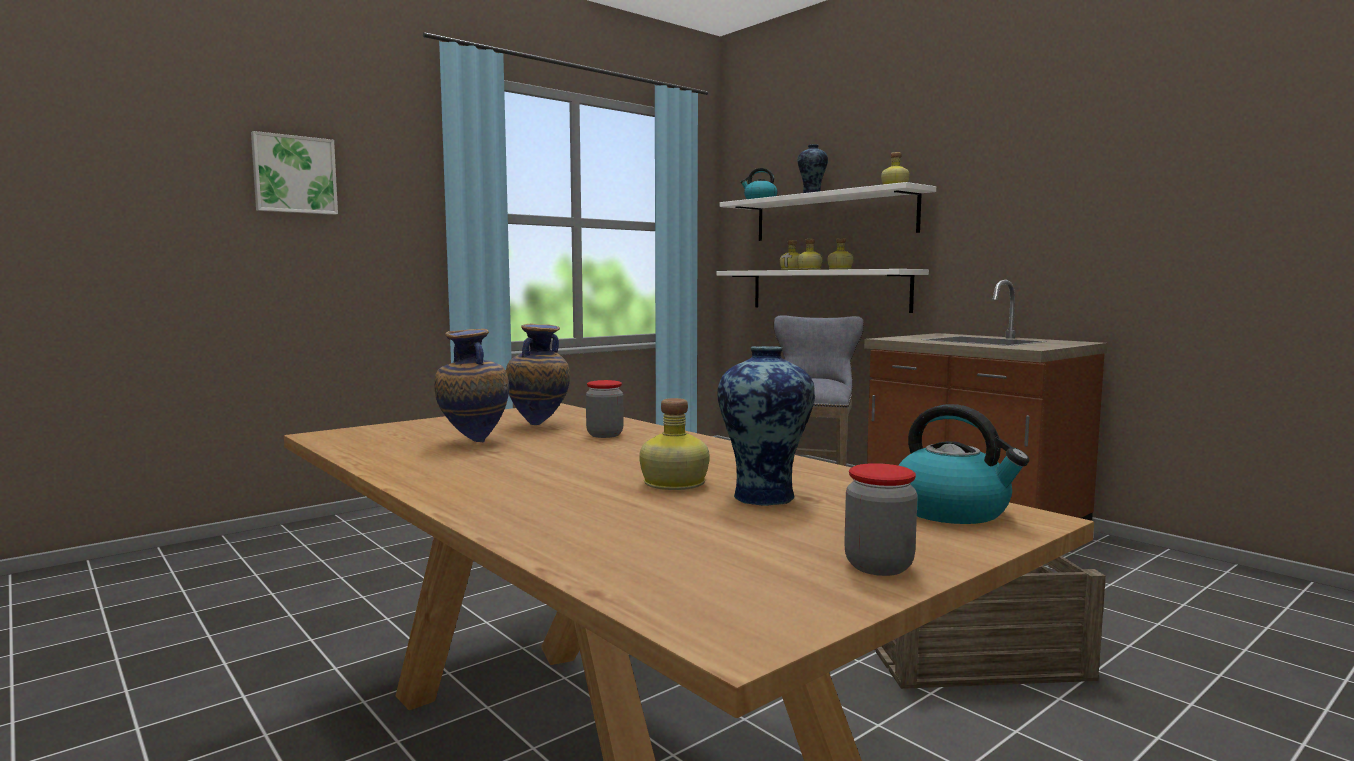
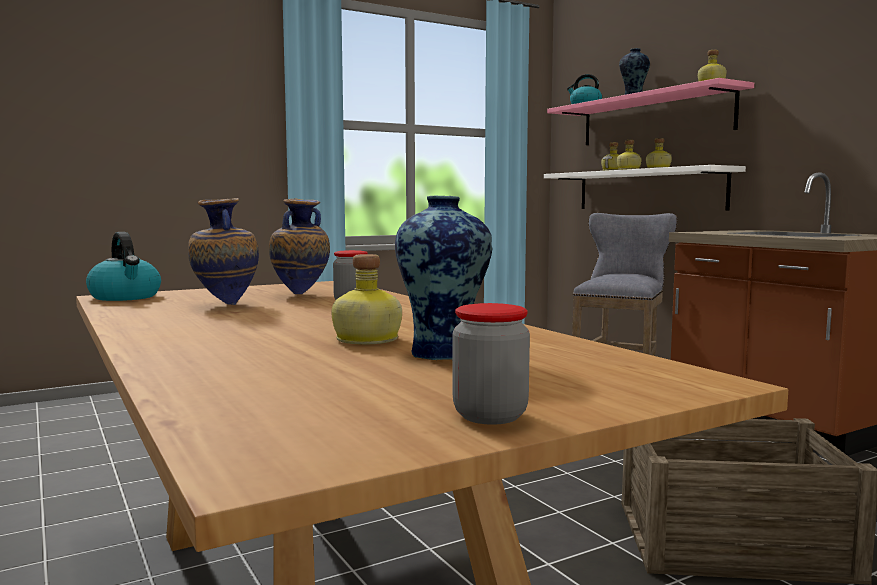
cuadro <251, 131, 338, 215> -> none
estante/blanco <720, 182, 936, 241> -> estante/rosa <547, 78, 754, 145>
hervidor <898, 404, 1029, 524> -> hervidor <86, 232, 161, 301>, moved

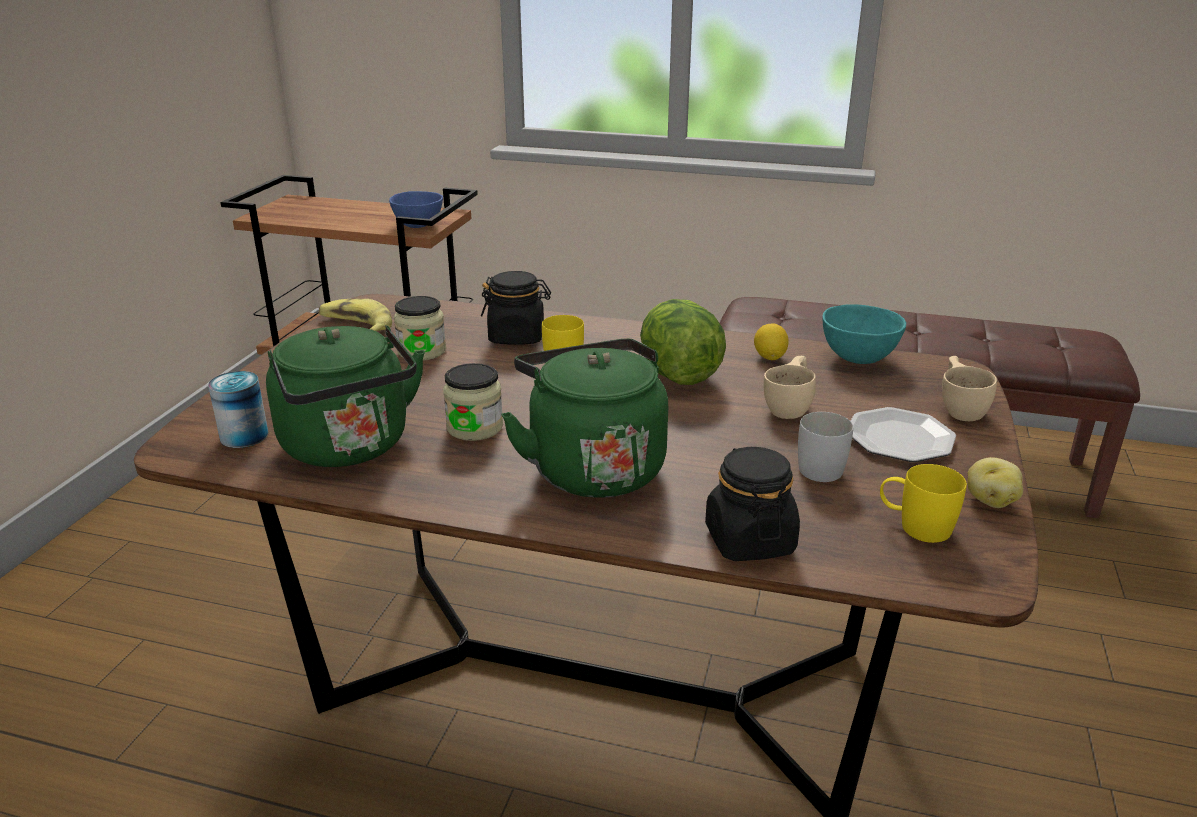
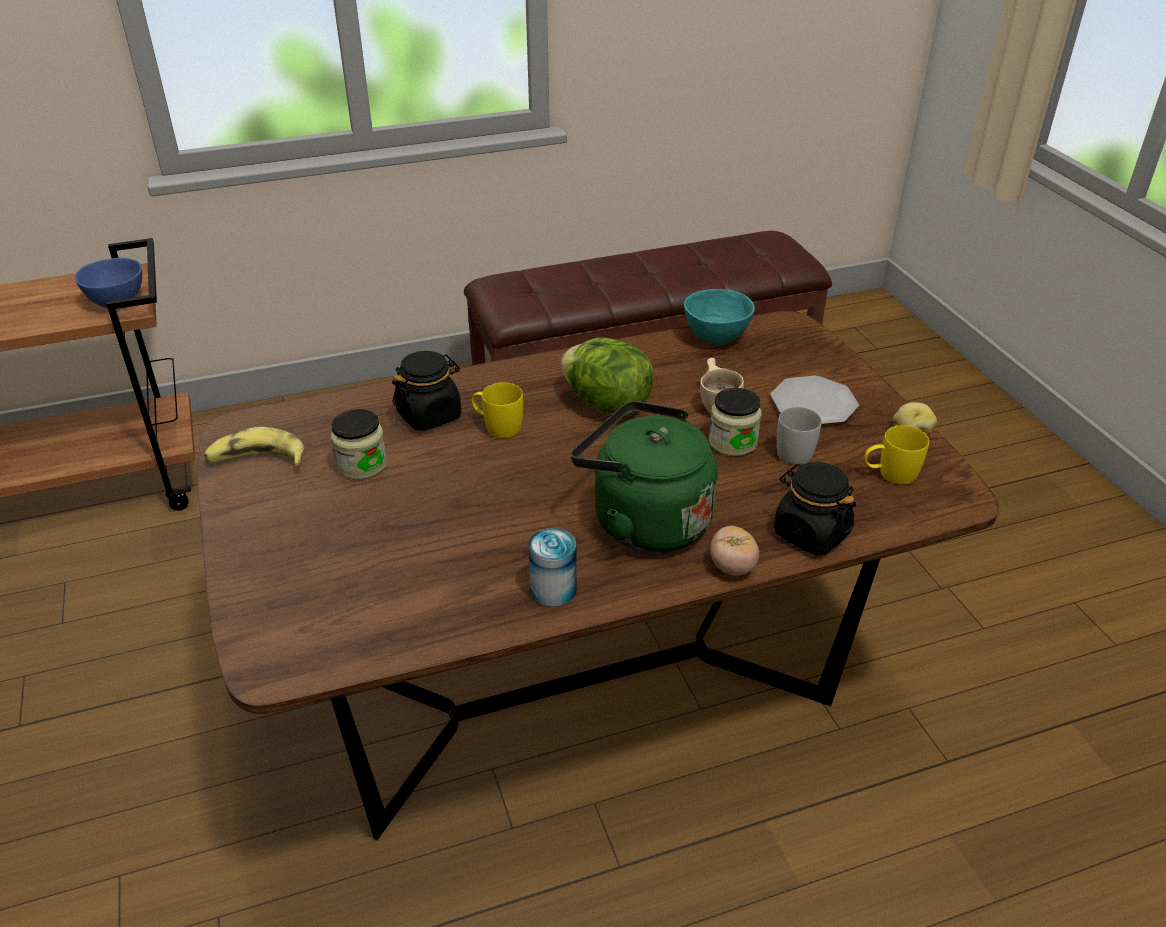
limón <754, 324, 789, 360> -> none
hervidor/verde <266, 325, 425, 467> -> none
taza/beis <942, 356, 997, 421> -> none
tarro <443, 363, 503, 441> -> tarro <709, 388, 762, 456>, moved
lata <208, 371, 268, 448> -> lata <528, 528, 577, 607>, moved
none -> tomate <710, 526, 759, 576>

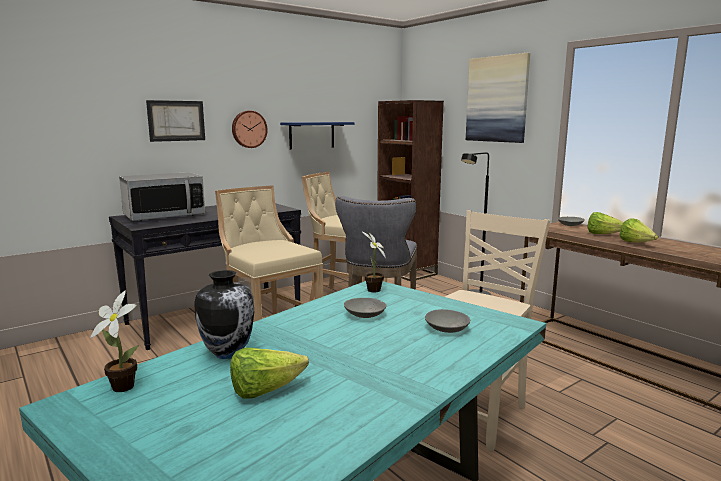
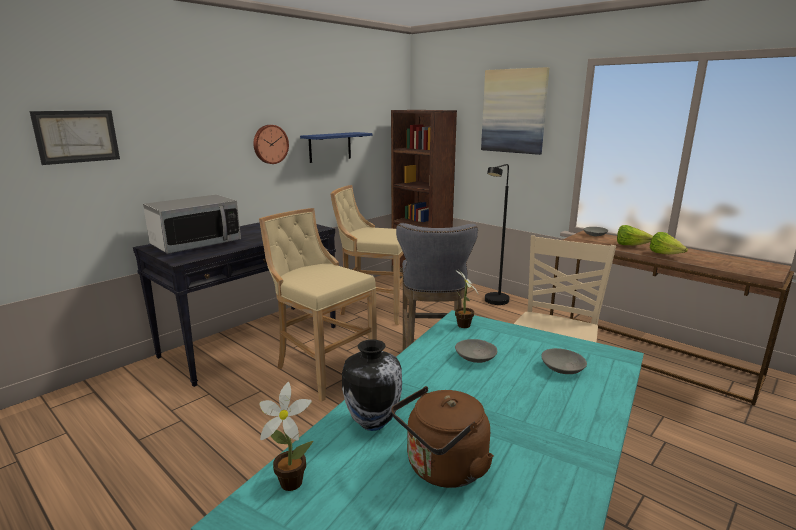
cuadro <146, 100, 205, 142> -> cuadro <29, 110, 120, 165>, moved
lechuga <230, 348, 309, 398> -> hervidor/marrón <391, 386, 494, 488>

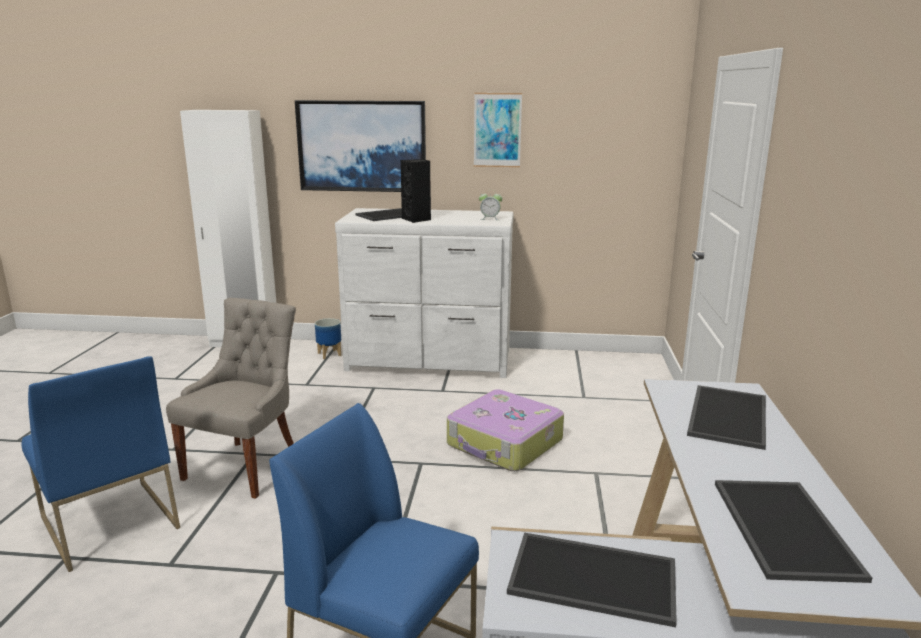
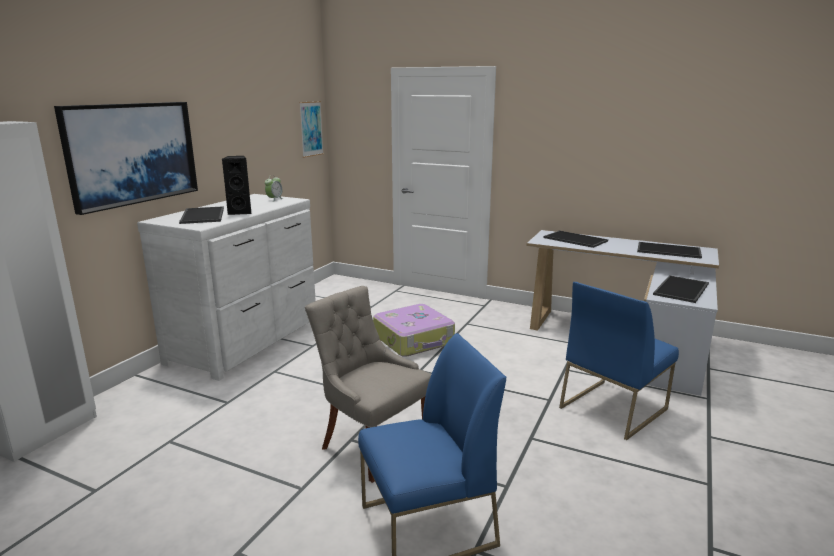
cuadro <474, 93, 522, 167> -> cuadro <299, 101, 324, 158>, moved
maceta <315, 318, 341, 359> -> none

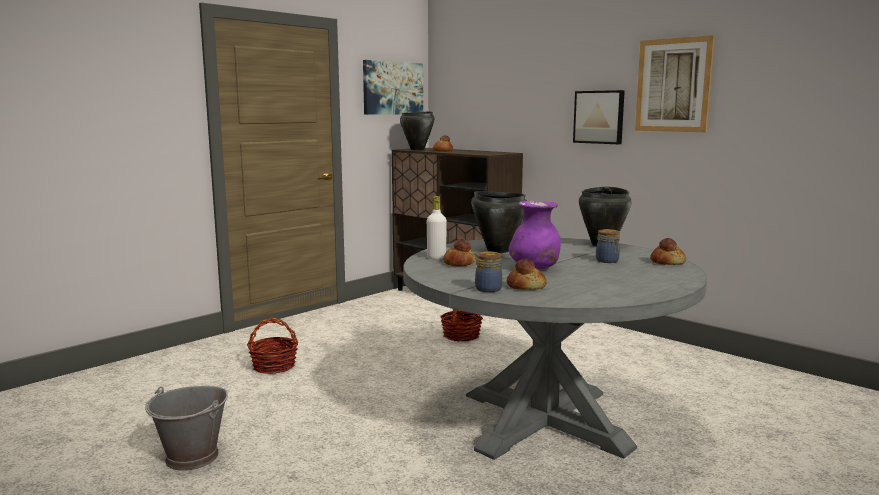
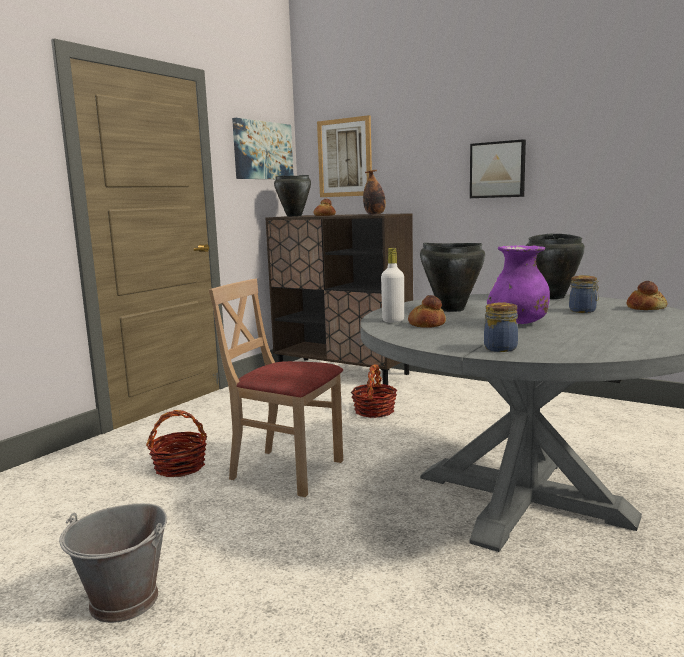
cuadro <635, 35, 715, 132> -> cuadro <317, 115, 372, 197>, moved
pan <507, 258, 546, 290> -> none
none -> botella <363, 170, 386, 215>
none -> silla/beis <209, 279, 343, 497>

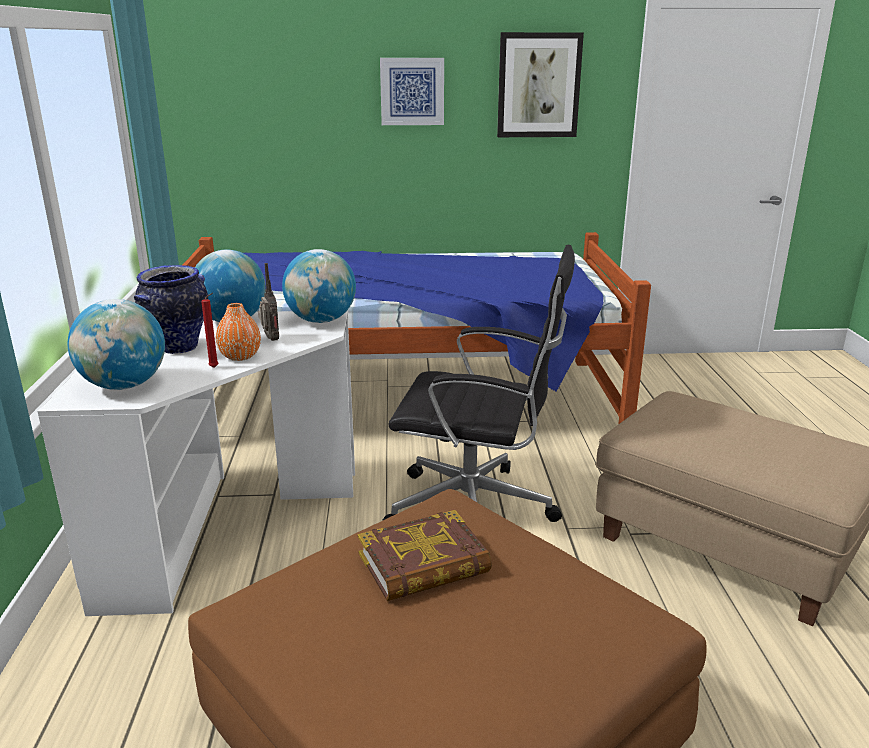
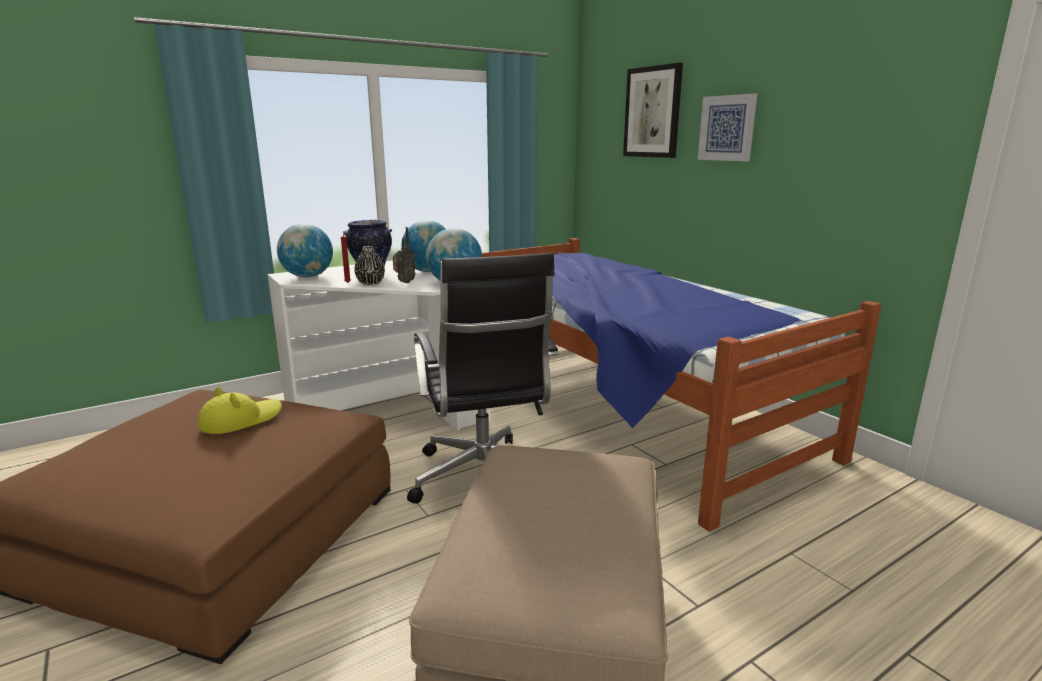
cuadro <497, 32, 584, 137> -> cuadro <623, 63, 683, 158>, moved
florero/naranja <216, 303, 261, 361> -> florero/negro <354, 246, 385, 285>
libro <358, 510, 492, 601> -> sombrero/amarillo <198, 387, 282, 434>

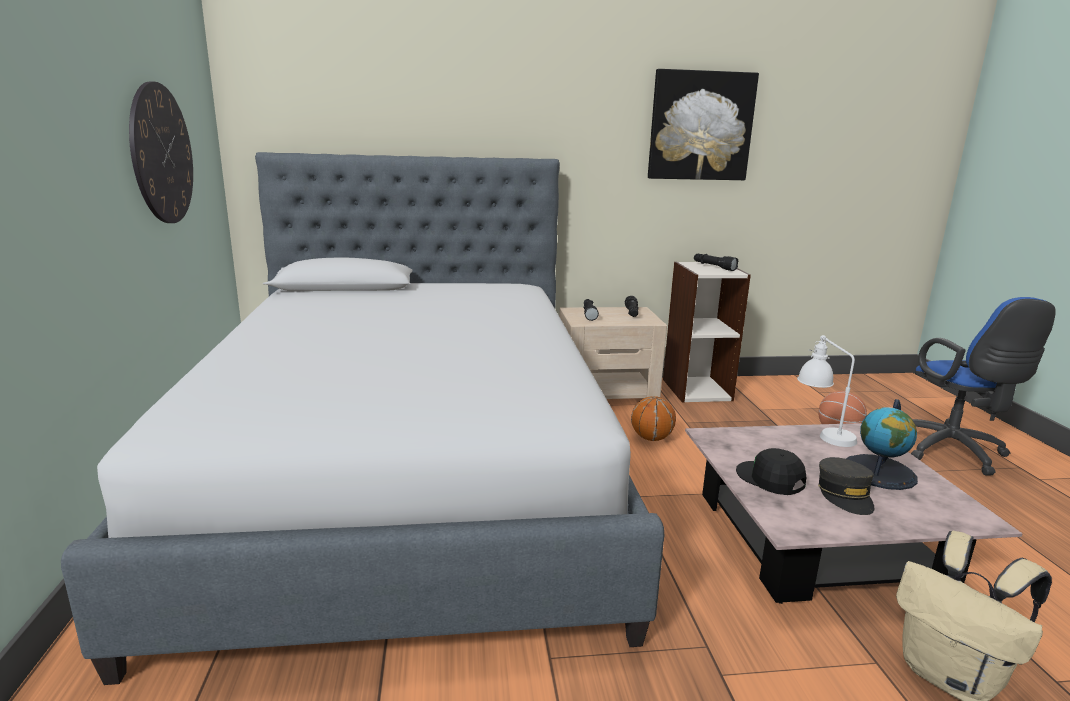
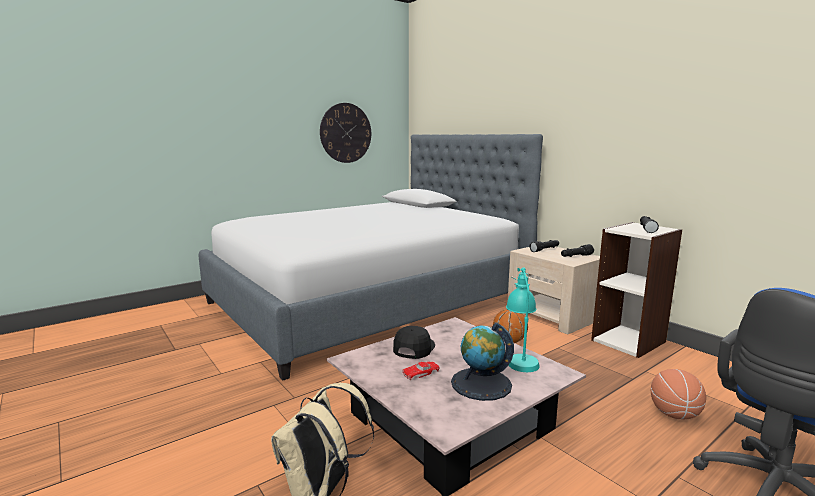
cuadro <648, 69, 759, 180> -> none
lámpara de mesa/blanco <797, 335, 857, 447> -> lámpara de mesa/turquesa <506, 267, 540, 372>
gorra/gris <818, 457, 875, 515> -> coche de juguete/rojo <402, 362, 440, 380>

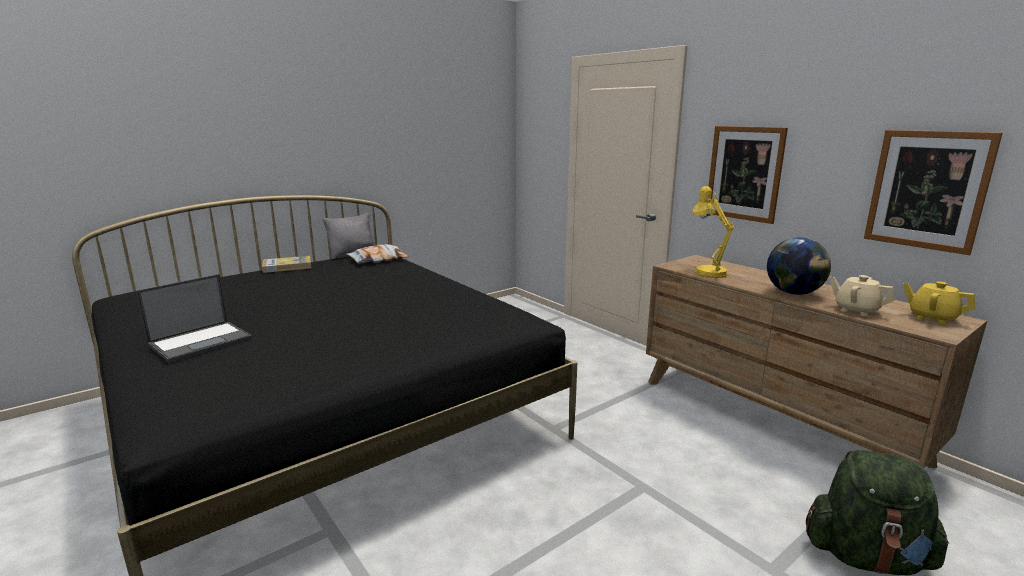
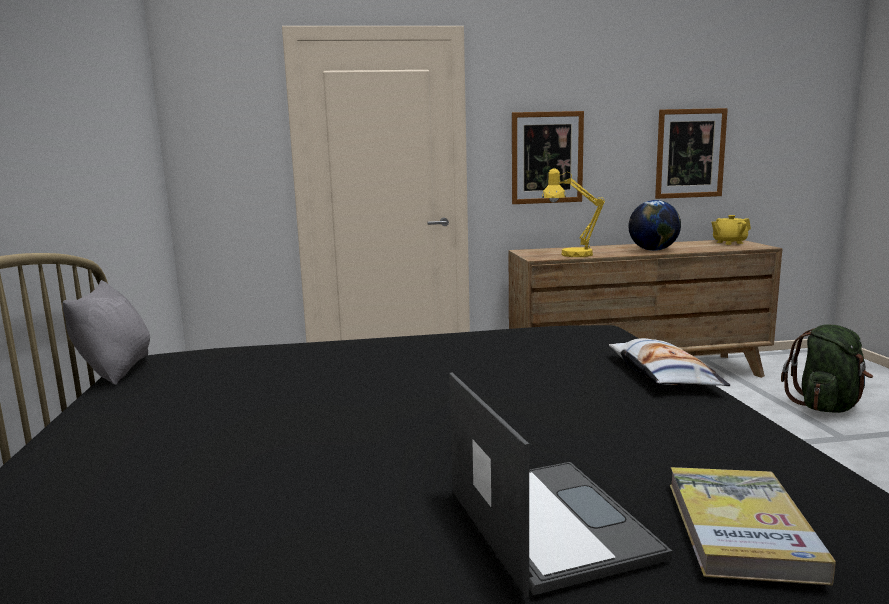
cojín <346, 244, 409, 264> -> cojín <609, 338, 730, 386>, moved
libro <262, 256, 311, 273> -> libro <670, 467, 836, 585>, moved
tetera/beis <829, 275, 895, 317> -> none

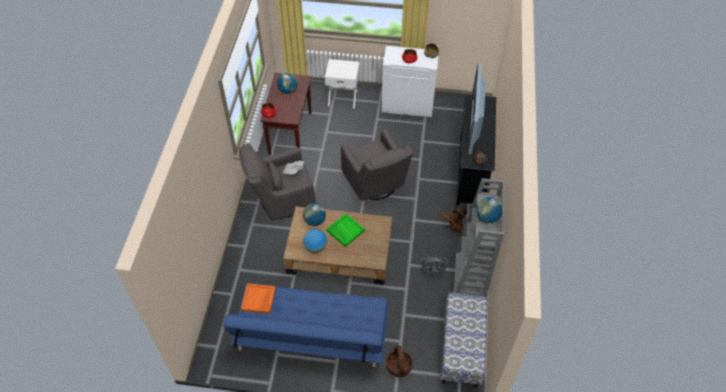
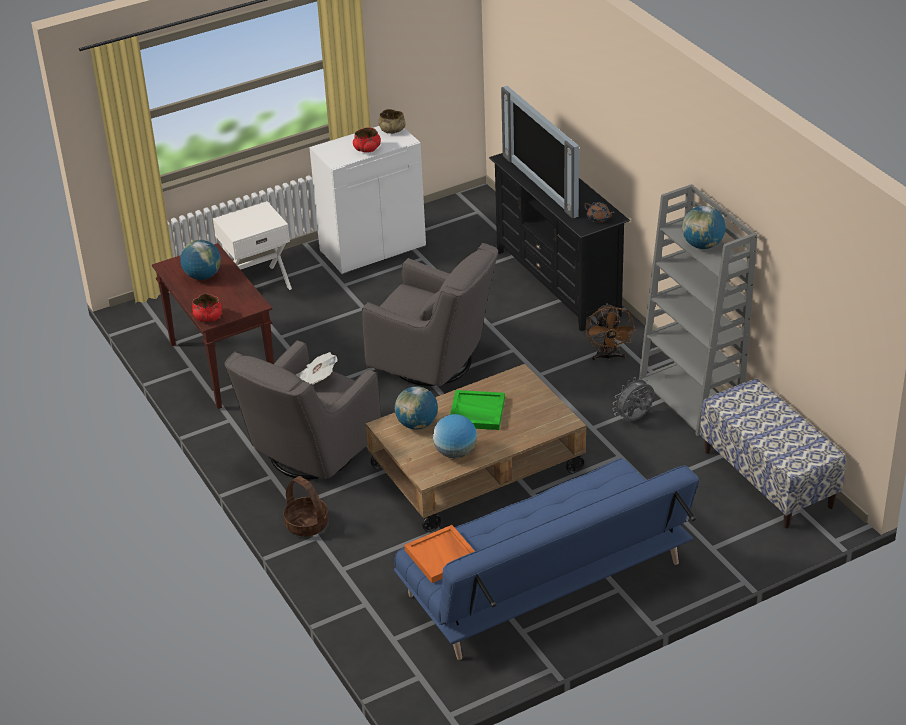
cesta <386, 346, 412, 377> -> cesta <283, 476, 329, 537>, moved

